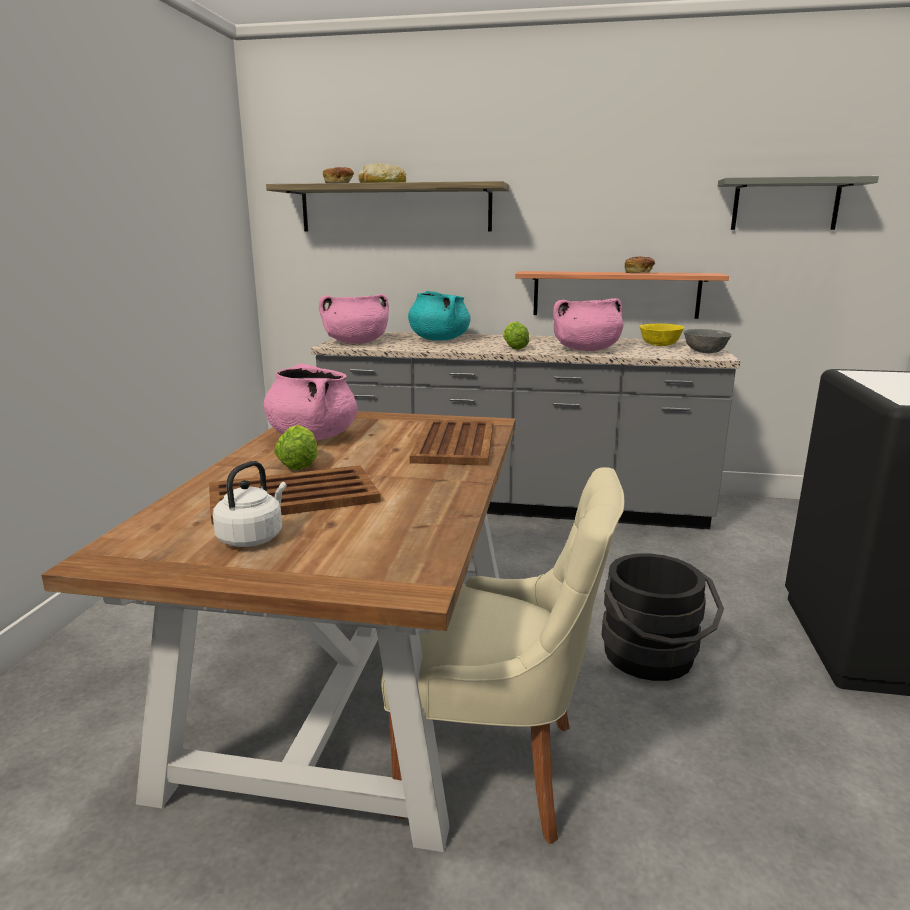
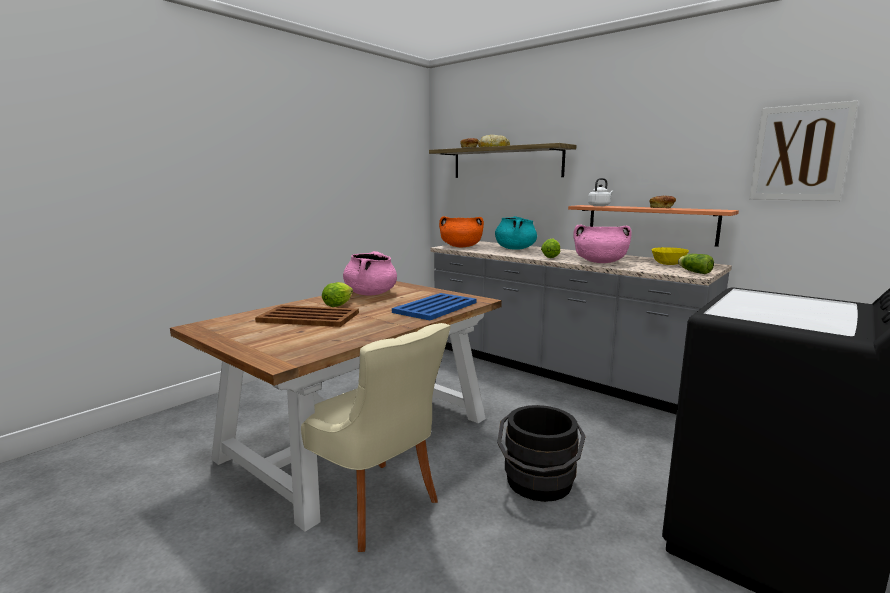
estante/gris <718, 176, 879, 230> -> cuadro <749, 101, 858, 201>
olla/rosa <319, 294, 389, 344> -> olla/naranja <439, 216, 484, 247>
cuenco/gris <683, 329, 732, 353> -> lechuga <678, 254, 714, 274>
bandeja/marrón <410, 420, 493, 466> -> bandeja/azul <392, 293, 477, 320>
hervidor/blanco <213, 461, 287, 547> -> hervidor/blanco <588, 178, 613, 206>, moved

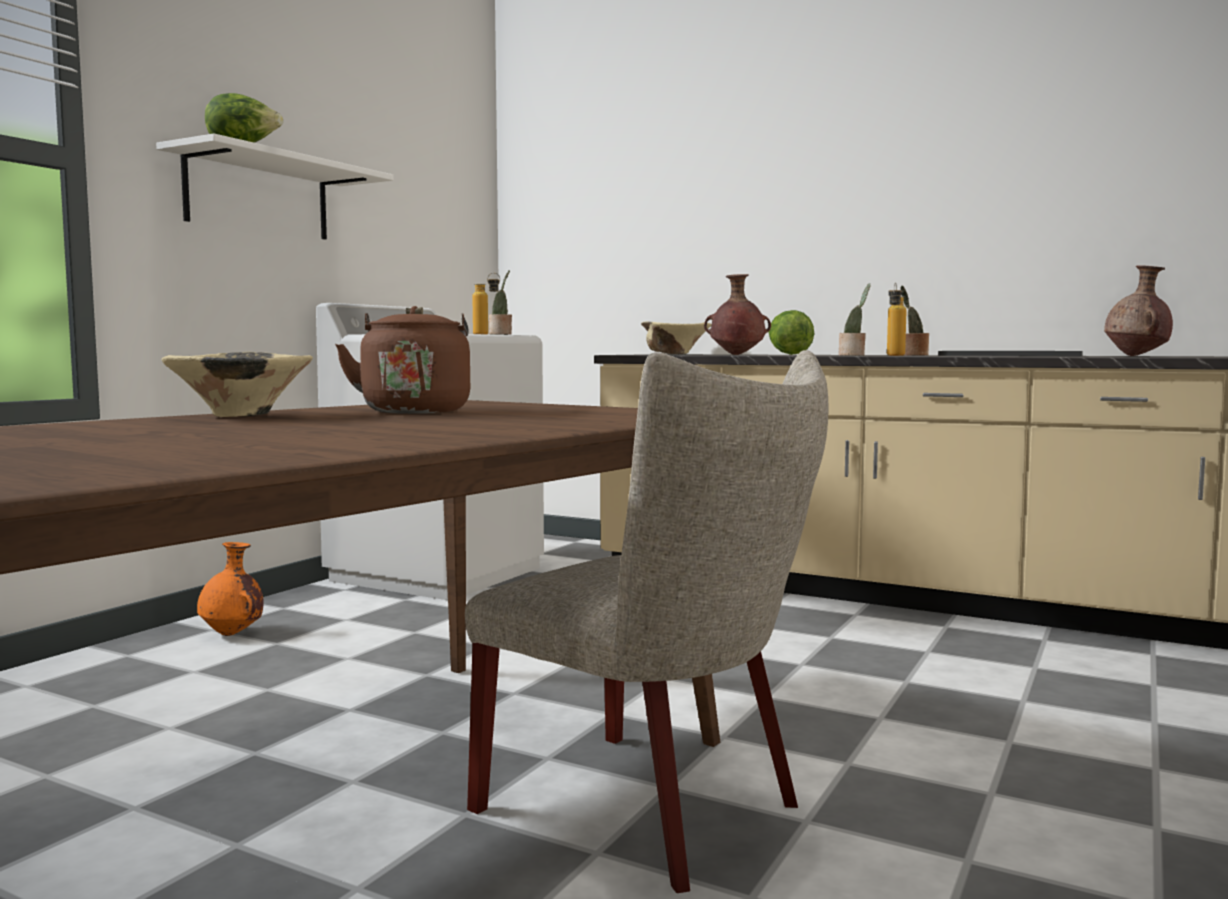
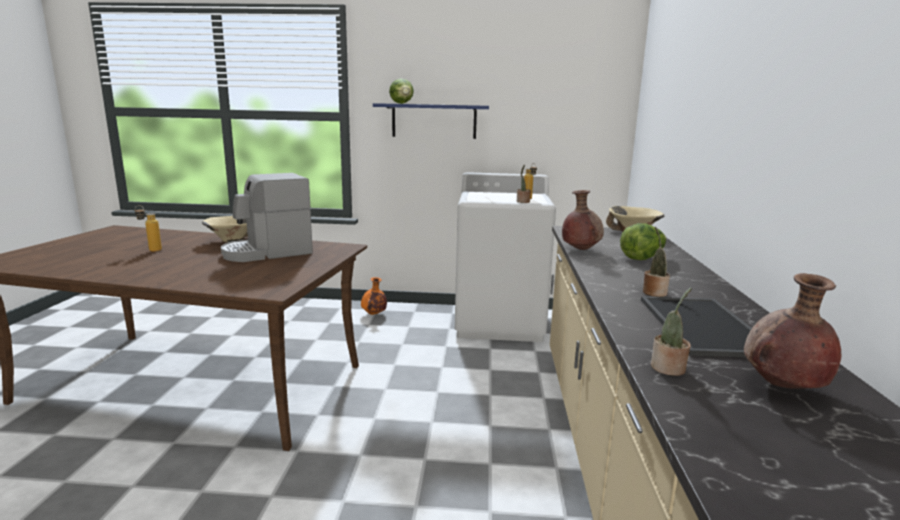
estante/blanco <156, 133, 394, 240> -> estante/azul <373, 103, 489, 139>
botella <887, 282, 907, 356> -> botella <135, 205, 162, 252>, moved
planta en maceta <839, 283, 871, 356> -> planta en maceta <651, 287, 692, 376>, moved
hervidor/marrón <335, 306, 470, 414> -> cafetera <221, 173, 313, 262>
silla/beis <465, 350, 828, 893> -> none

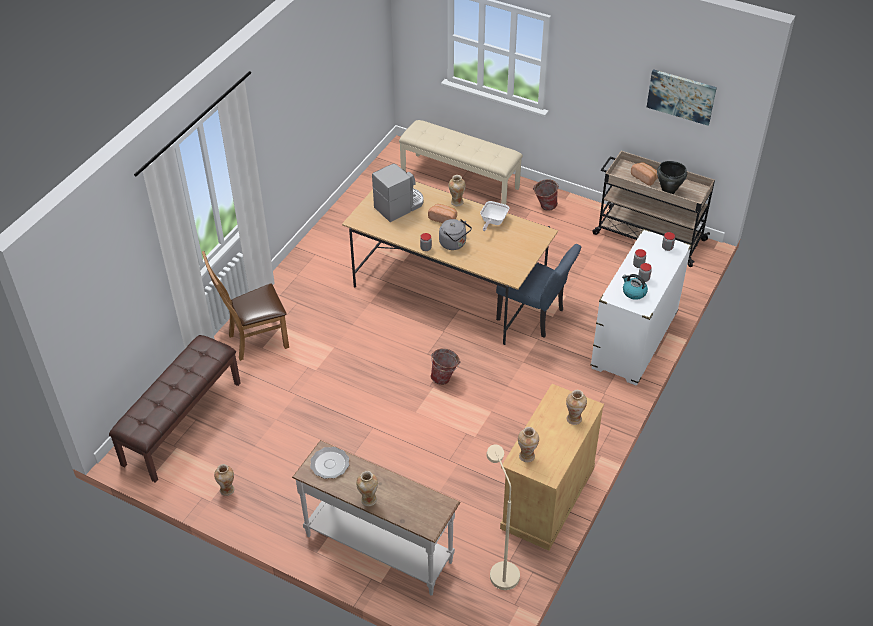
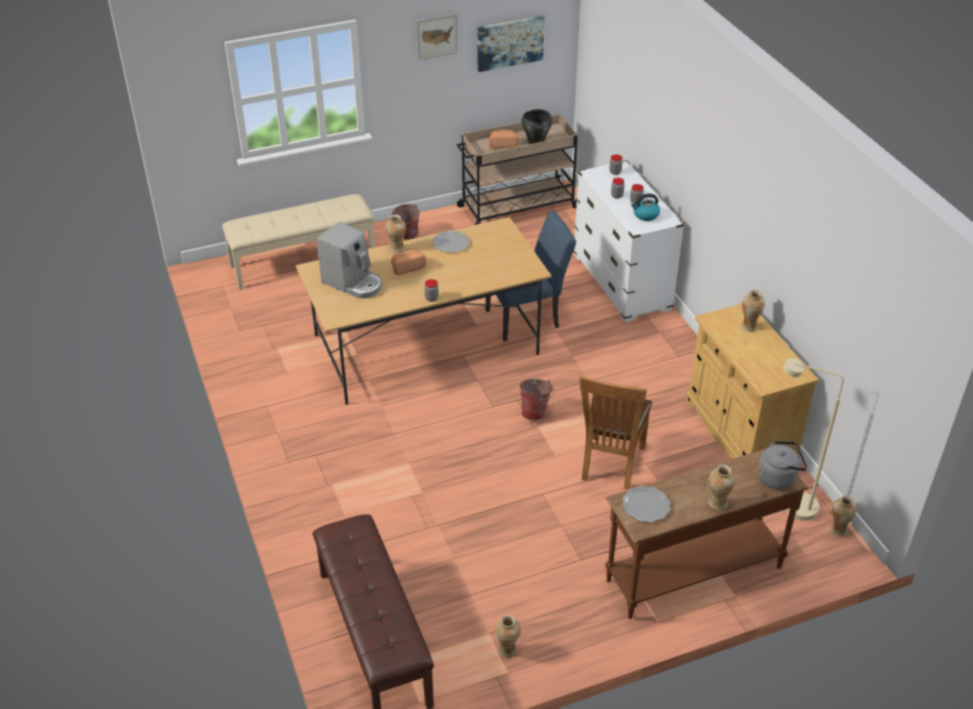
cafetera <372, 164, 424, 222> -> cafetera <316, 222, 382, 299>, 120 degrees clockwise
sartén <480, 201, 509, 231> -> plato <433, 231, 470, 253>
hervidor/gris <439, 219, 472, 250> -> hervidor/gris <758, 441, 807, 489>, moved
silla/marrón <202, 251, 289, 361> -> silla/marrón <580, 376, 652, 490>, moved
florero <518, 427, 539, 462> -> florero <830, 496, 857, 536>, moved
mesa consola/blanco <292, 440, 461, 596> -> mesa consola/marrón <605, 449, 809, 619>
none -> cuadro <417, 14, 457, 60>

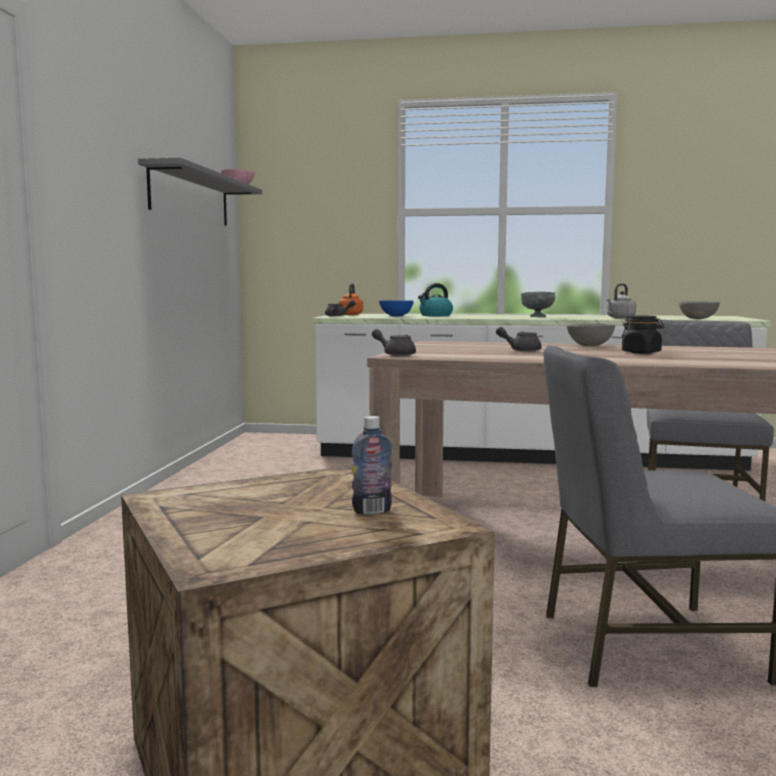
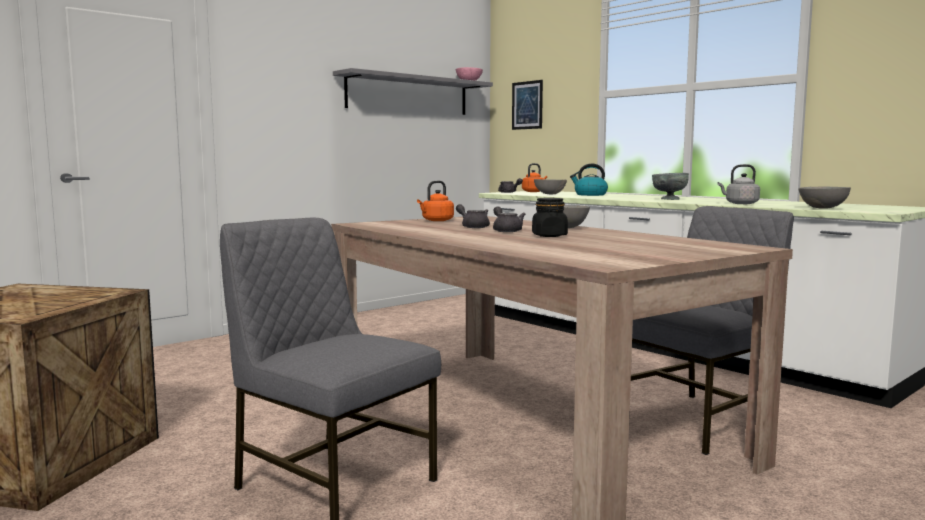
cuenco/azul <379, 300, 413, 317> -> cuenco/gris <534, 179, 567, 194>
tetera/gris <372, 329, 416, 356> -> tetera/gris <493, 206, 525, 232>, moved
botella <352, 416, 392, 515> -> none
none -> cuadro <512, 80, 543, 130>
none -> hervidor/naranja <417, 181, 454, 221>

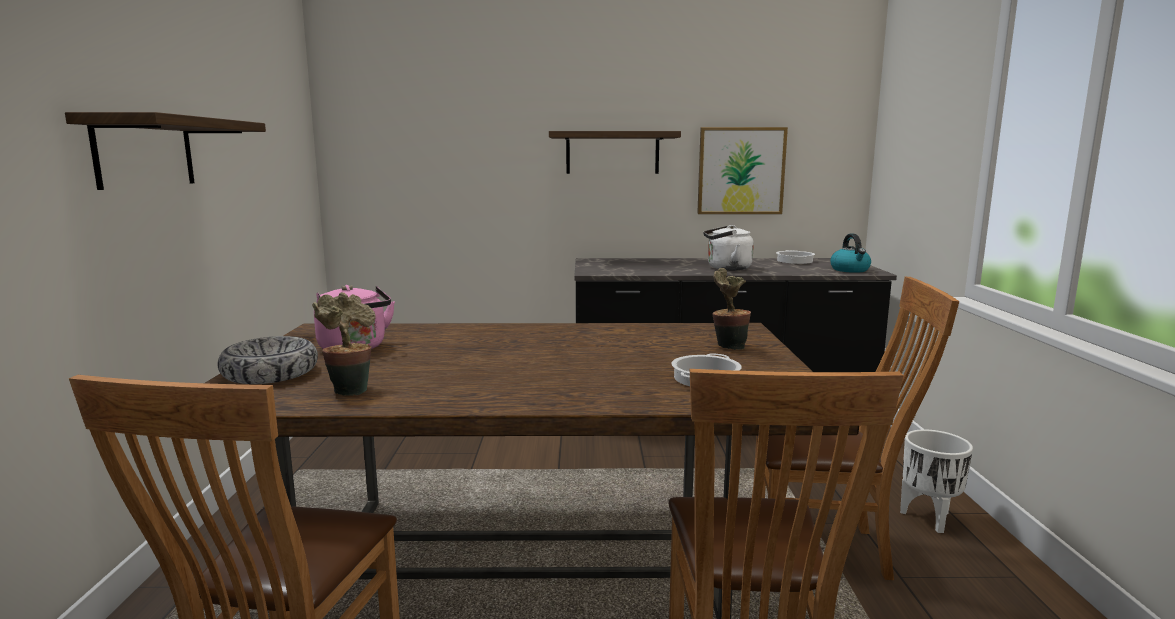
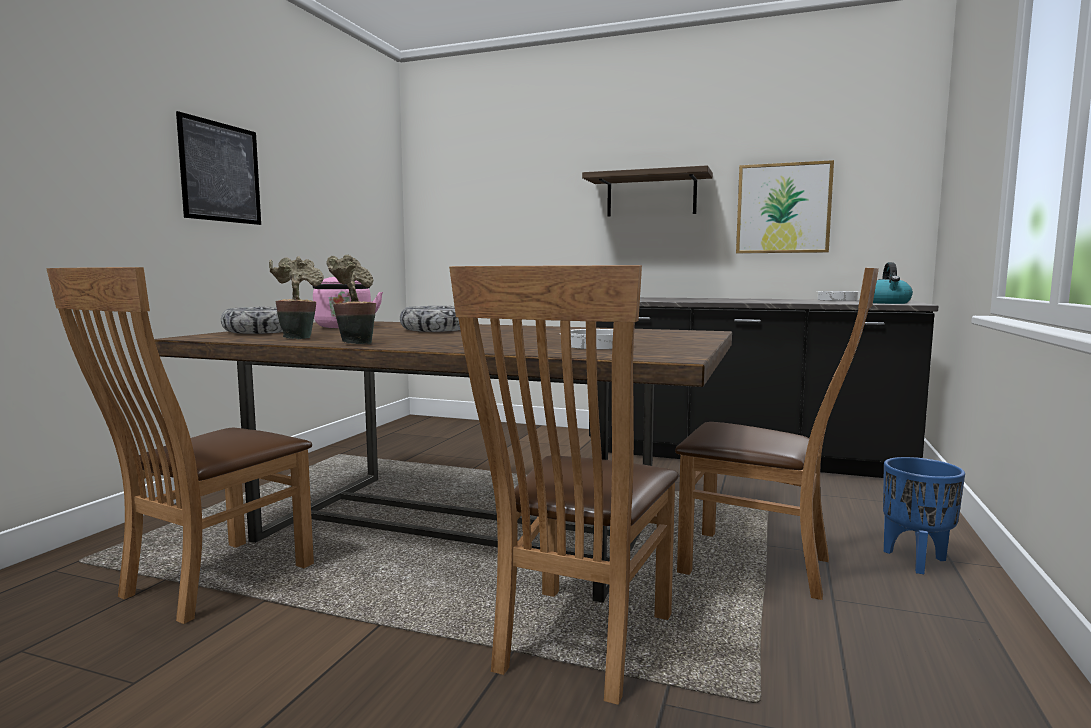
estante <65, 112, 266, 190> -> cuadro <176, 111, 261, 225>
hervidor/blanco <703, 225, 754, 270> -> none
planta en maceta <712, 268, 751, 350> -> planta en maceta <327, 255, 377, 344>, moved
maceta/blanco <900, 429, 973, 533> -> maceta/azul <883, 457, 965, 574>
none -> cuenco <400, 306, 460, 332>

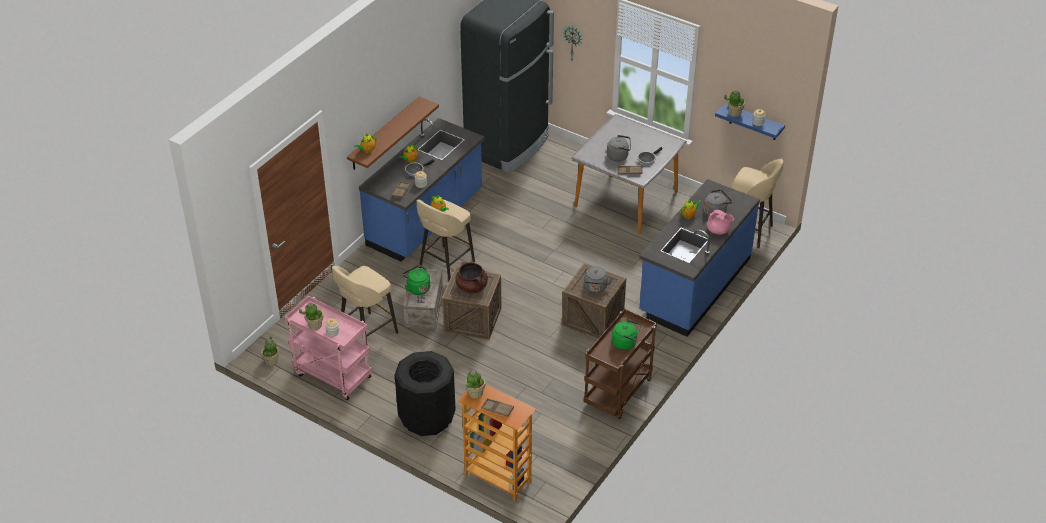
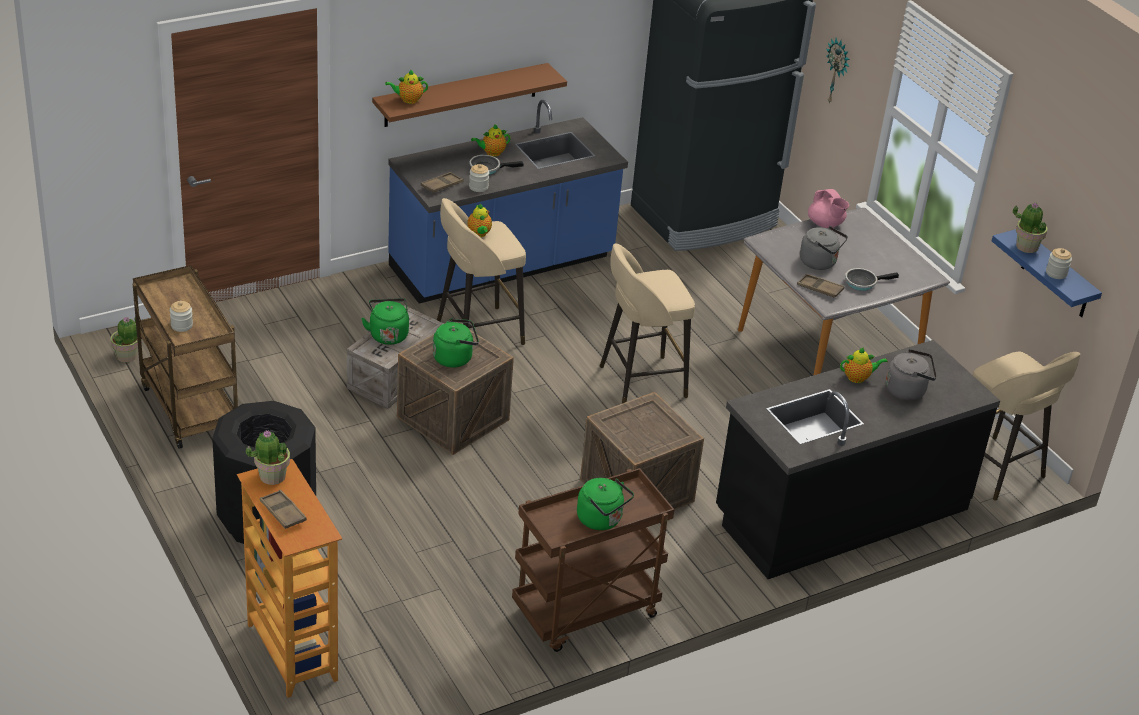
mueble bajo de cocina/azul <639, 179, 760, 337> -> mueble bajo de cocina/negro <716, 340, 1000, 579>
tetera/rosa <707, 209, 734, 235> -> tetera/rosa <808, 189, 849, 228>, moved
olla/marrón <455, 262, 488, 293> -> hervidor/verde <433, 319, 479, 368>
taburete/beis <332, 266, 398, 344> -> taburete/beis <600, 244, 695, 403>, moved
hervidor/gris <584, 266, 613, 293> -> none
carrito/rosa <285, 296, 372, 400> -> carrito/marrón <133, 265, 238, 449>
planta en maceta <299, 303, 323, 330> -> none

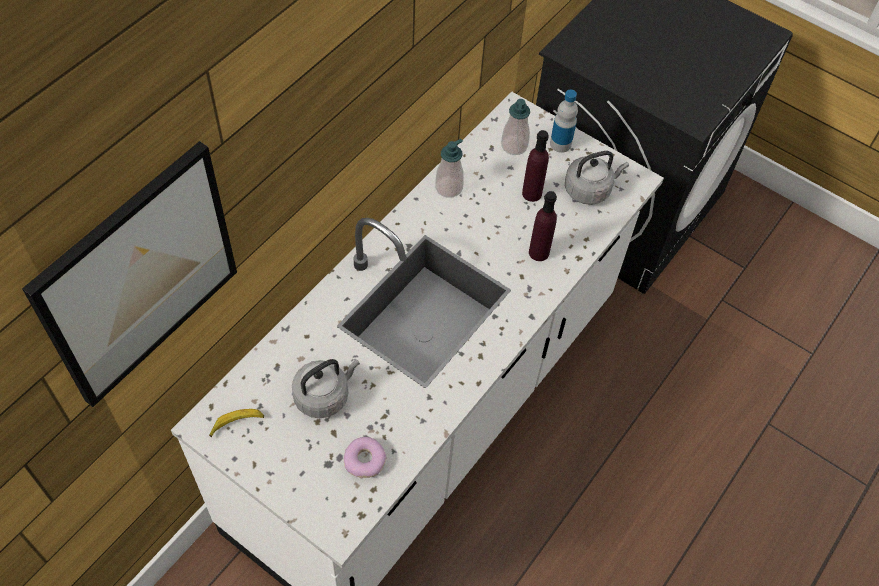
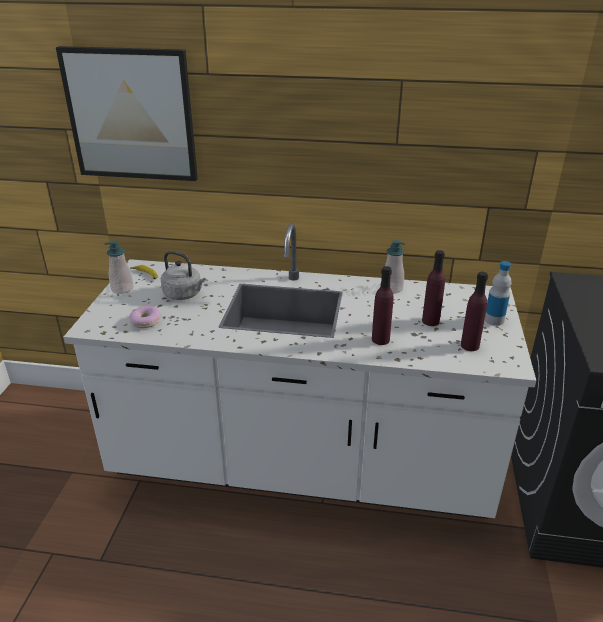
dispensador de jabón <501, 99, 530, 155> -> dispensador de jabón <104, 241, 134, 294>, moved
hervidor/gris <565, 151, 629, 205> -> botella/morado <461, 272, 488, 351>

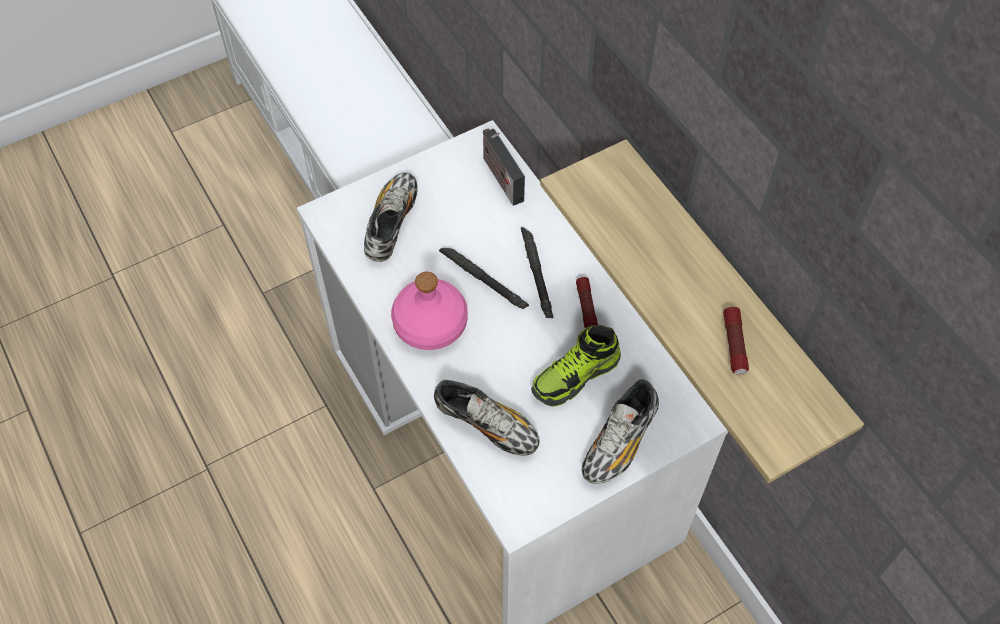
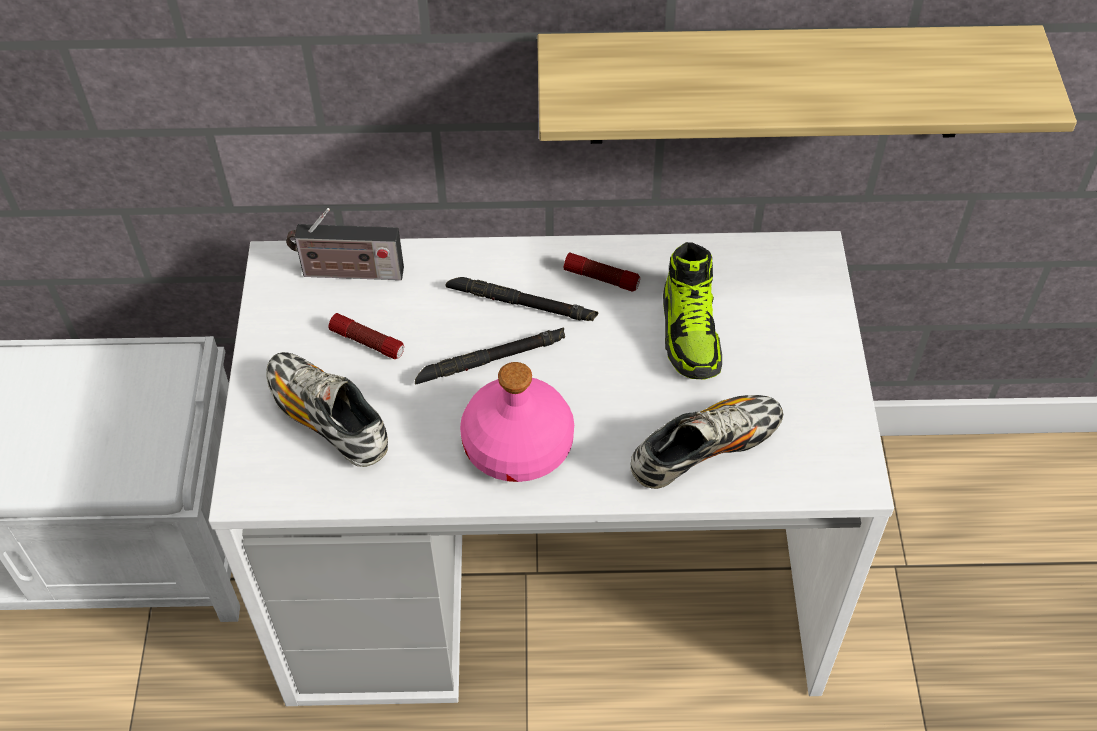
linterna <723, 307, 749, 375> -> linterna <329, 313, 404, 359>, moved
zapato <581, 379, 659, 484> -> none

